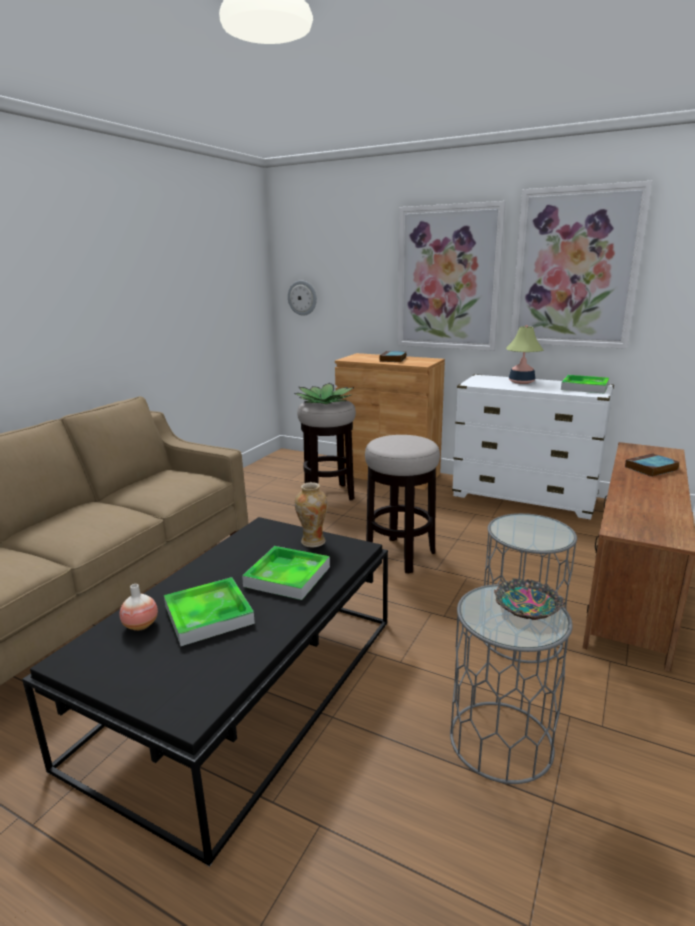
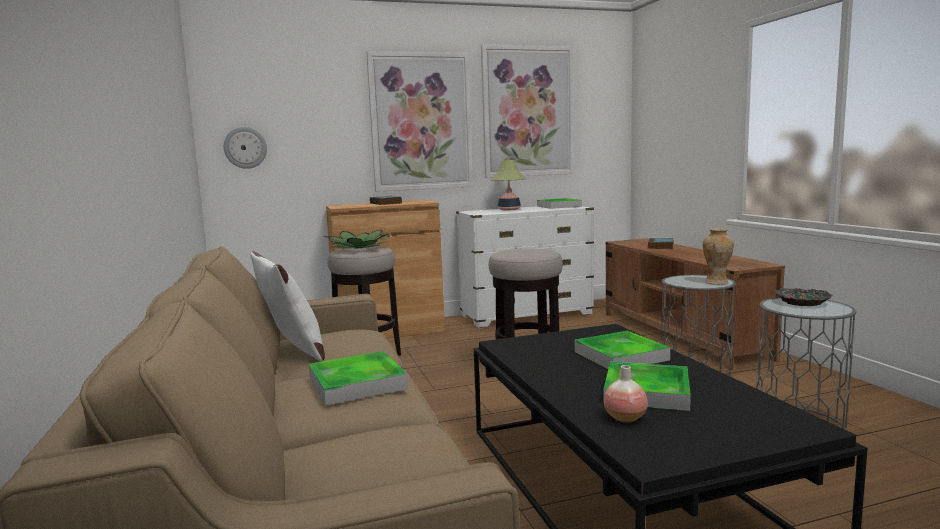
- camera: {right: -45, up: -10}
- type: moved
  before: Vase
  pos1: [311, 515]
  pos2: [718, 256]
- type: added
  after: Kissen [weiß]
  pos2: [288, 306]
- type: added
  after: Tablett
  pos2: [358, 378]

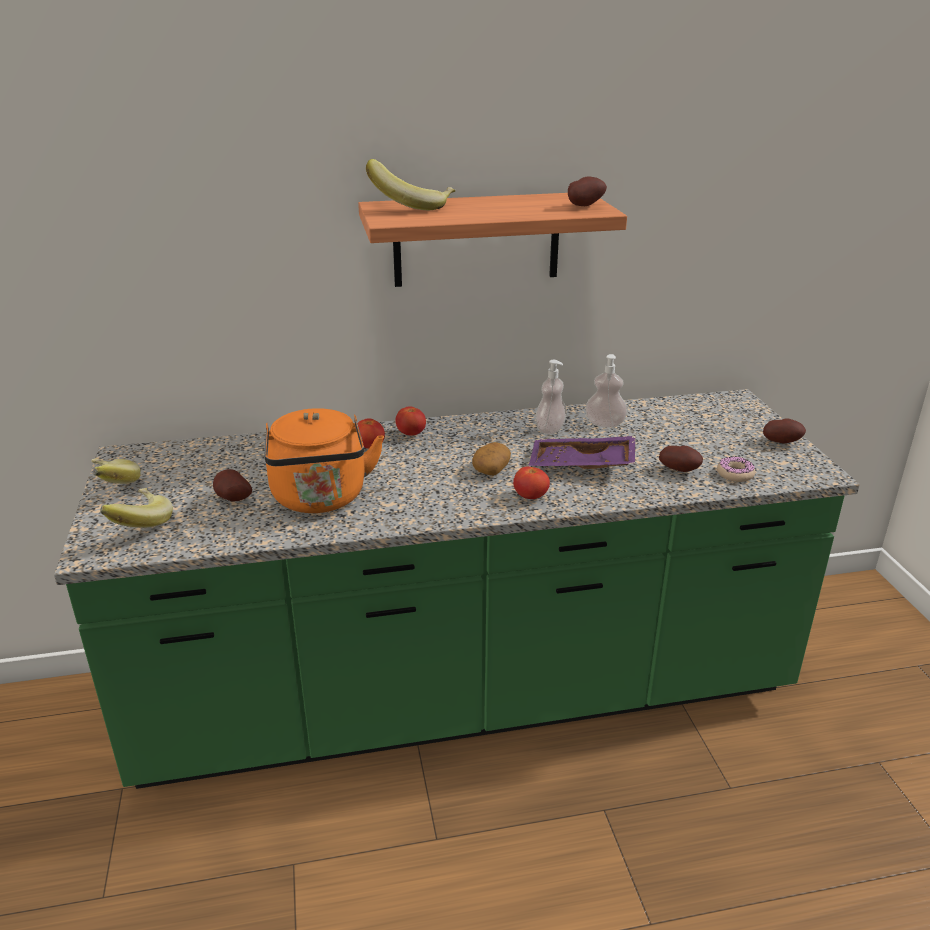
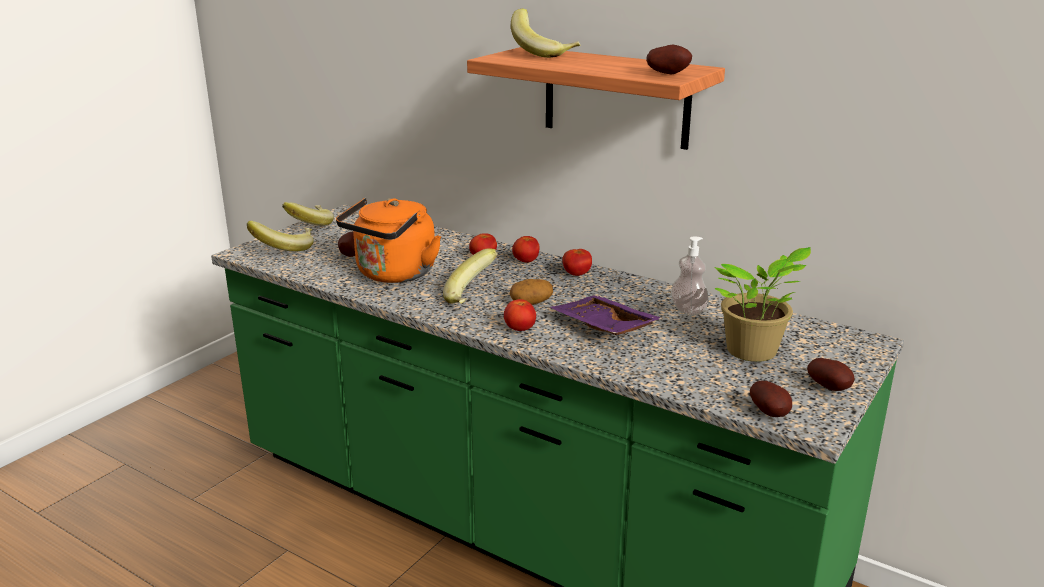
- camera: {right: 45, up: -5}
- type: removed
  before: Seifenspender
  pos1: [551, 397]
- type: moved
  before: Kartoffel
  pos1: [681, 459]
  pos2: [771, 399]
- type: removed
  before: Donut
  pos1: [736, 469]
- type: added
  after: Banane
  pos2: [470, 276]
- type: added
  after: Tomate
  pos2: [577, 262]
- type: added
  after: Topfpflanze
  pos2: [762, 304]

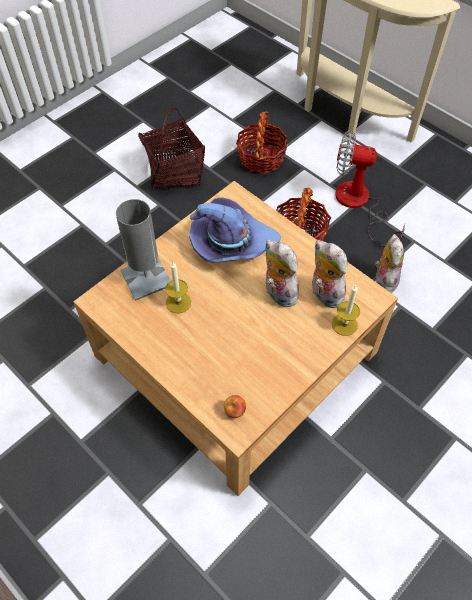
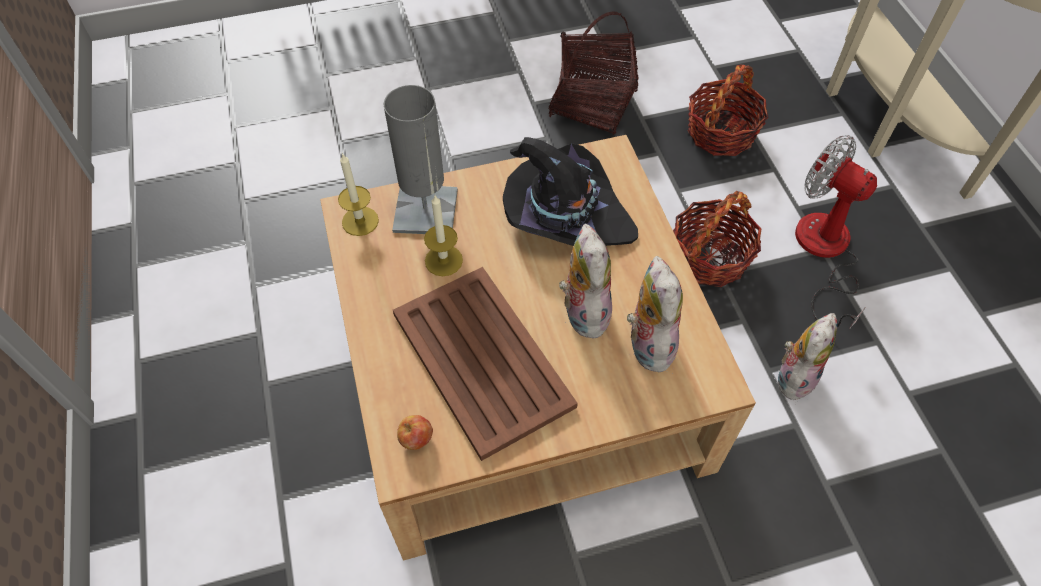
- camera: {right: 30, up: 0}
- type: recoloured
  before: Hut [lila]
  after: Hut [schwarz]
  pos1: [235, 230]
  pos2: [570, 191]
- type: moved
  before: Kerze
  pos1: [346, 310]
  pos2: [358, 194]
- type: added
  after: Tablett [braun]
  pos2: [485, 364]

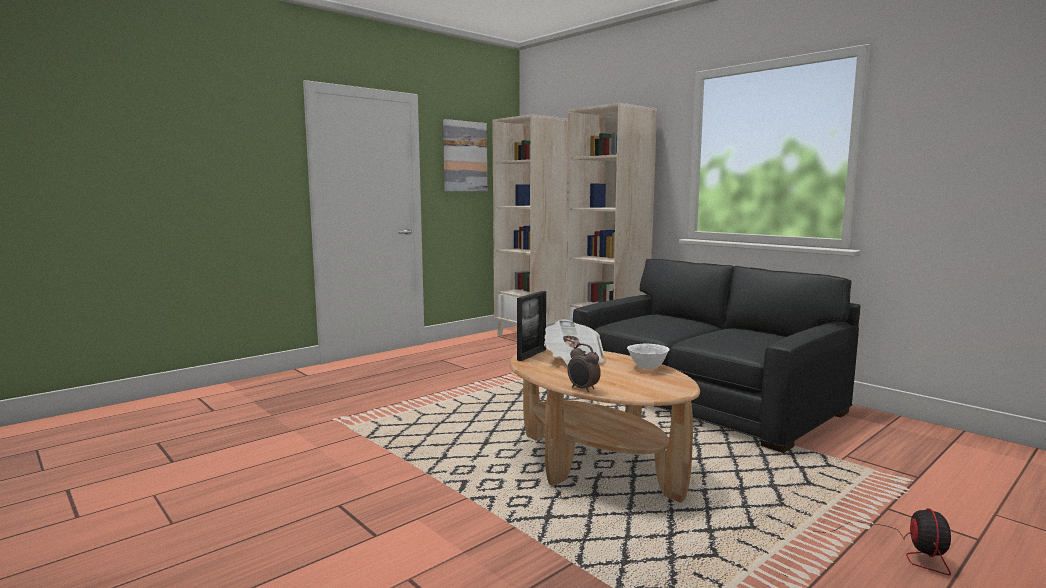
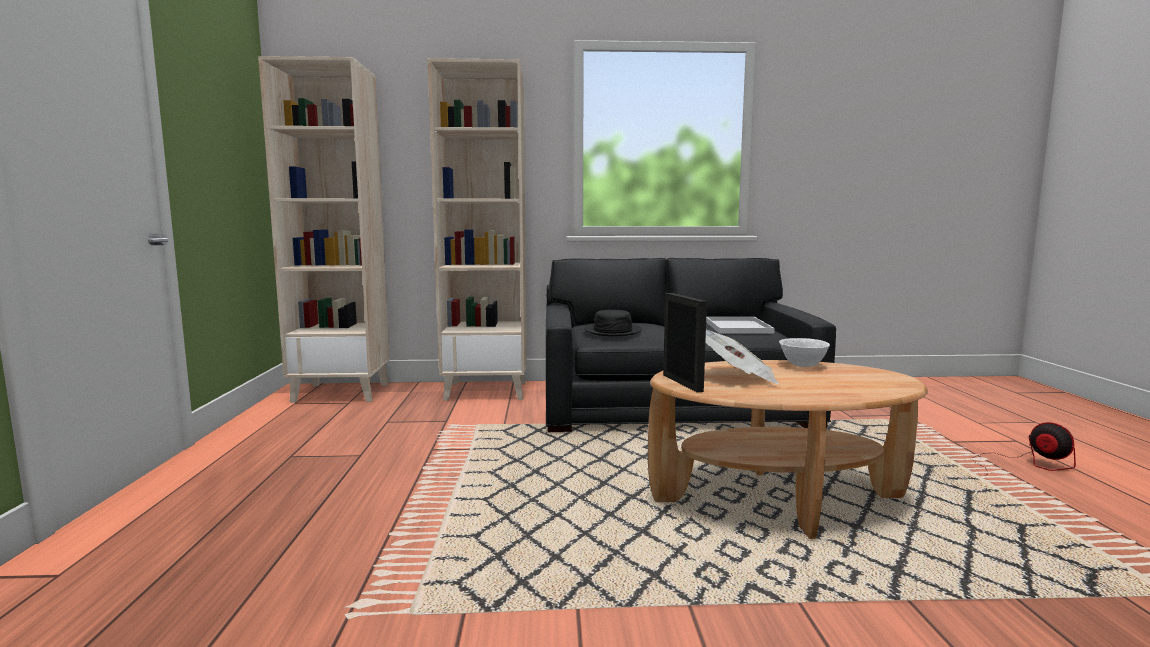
- camera: {right: -50, up: 0}
- type: removed
  before: Bild
  pos1: [465, 155]
- type: removed
  before: Wecker
  pos1: [584, 368]
- type: added
  after: Hut [schwarz]
  pos2: [613, 323]
- type: added
  after: Tablett [weiß]
  pos2: [740, 325]

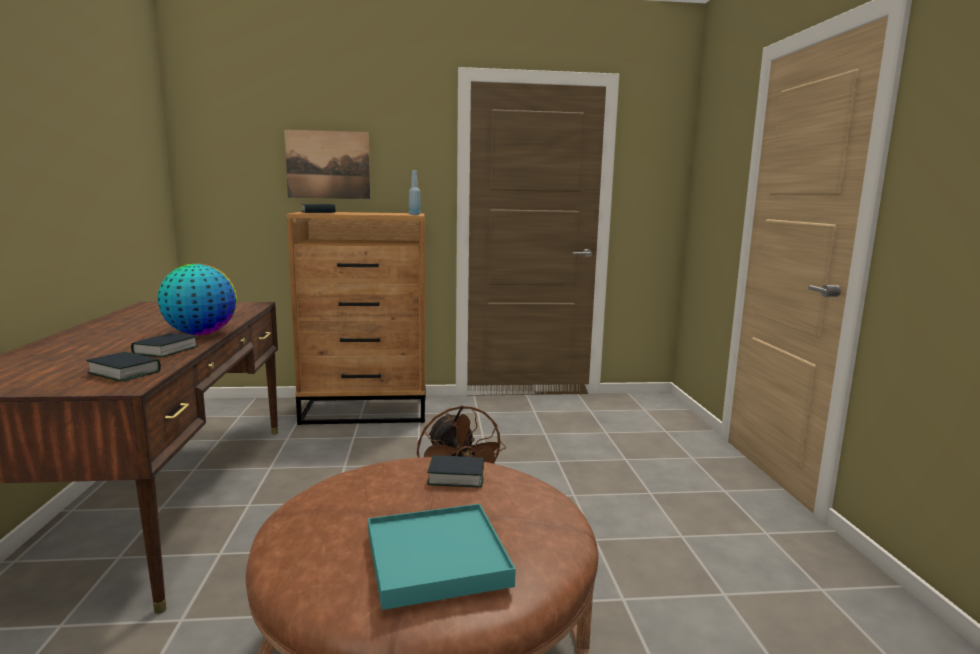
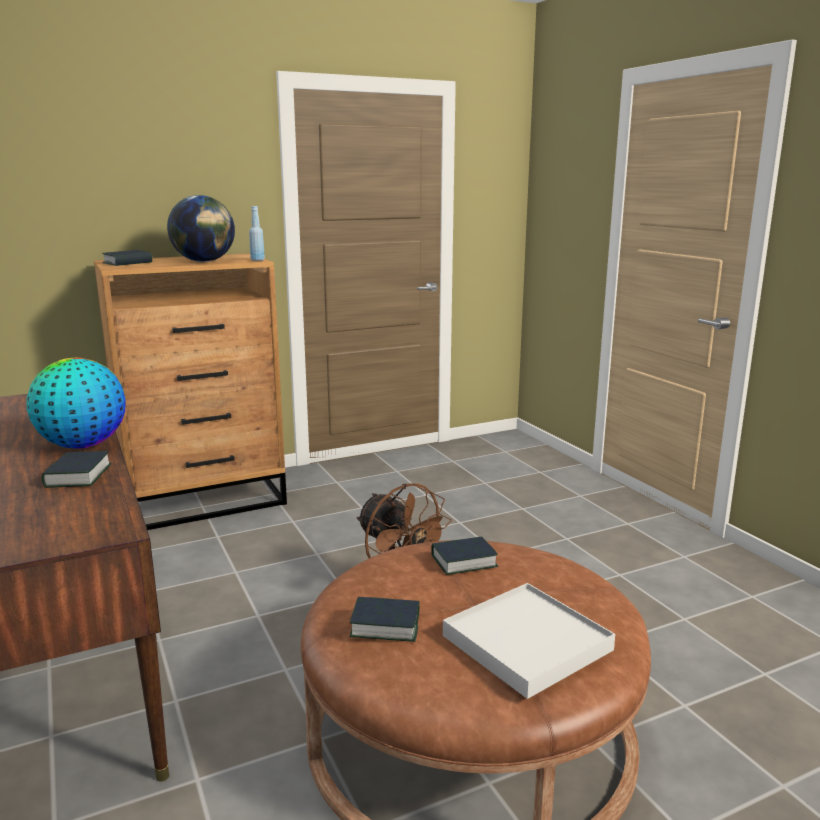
- camera: {right: -20, up: 5}
- type: moved
  before: Buch
  pos1: [123, 367]
  pos2: [384, 619]
- type: removed
  before: Bild
  pos1: [327, 164]
- type: recoloured
  before: Tablett [türkis]
  after: Tablett [weiß]
  pos1: [442, 557]
  pos2: [529, 641]
- type: added
  after: Globus
  pos2: [201, 228]

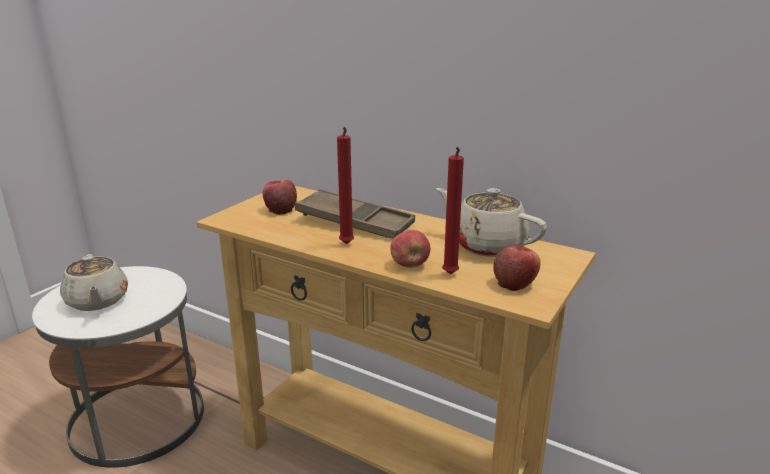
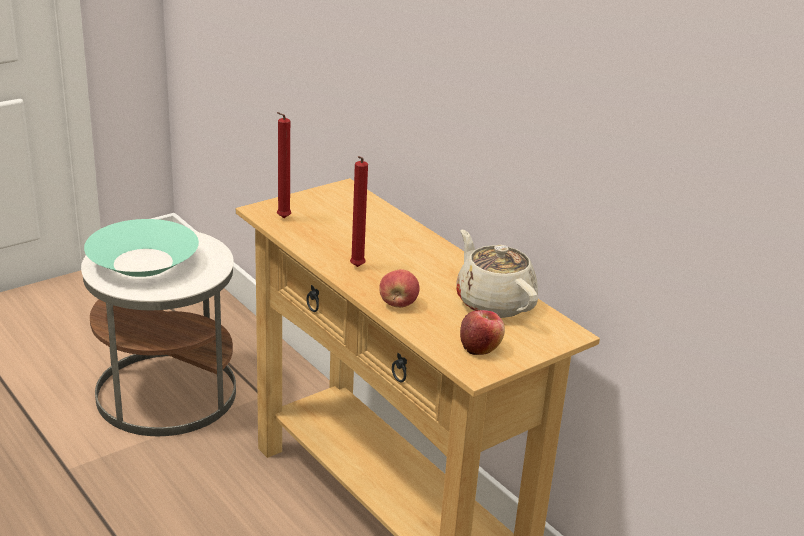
- camera: {right: 20, up: 5}
- type: replaced
  before: Teekanne [beige]
  after: Schüssel [türkis]
  pos1: [94, 282]
  pos2: [141, 248]
- type: removed
  before: Apfel
  pos1: [280, 197]
- type: removed
  before: Tablett [braun]
  pos1: [355, 214]
- type: moved
  before: Kerze [rot]
  pos1: [453, 210]
  pos2: [284, 165]

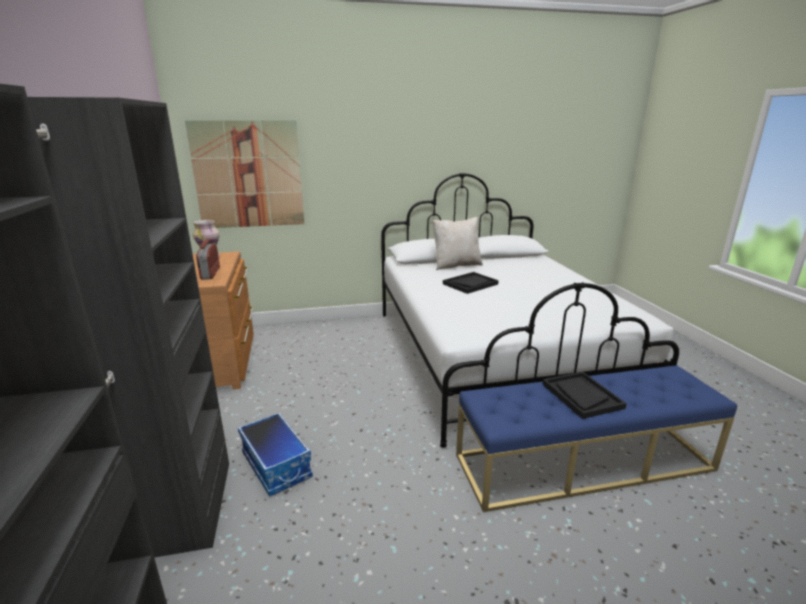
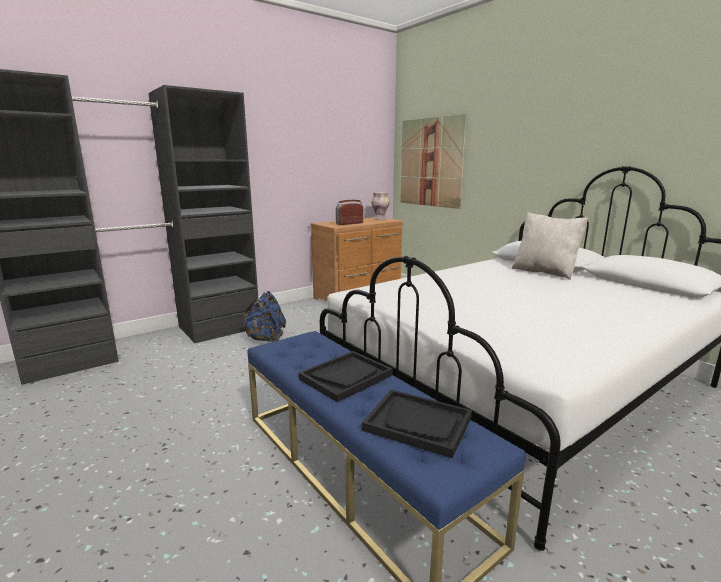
- camera: {right: 65, up: -5}
- type: replaced
  before: Aufbewahrungsbox
  after: Rucksack [blau]
  pos1: [275, 454]
  pos2: [264, 316]
- type: moved
  before: Tablett [schwarz]
  pos1: [471, 283]
  pos2: [417, 424]

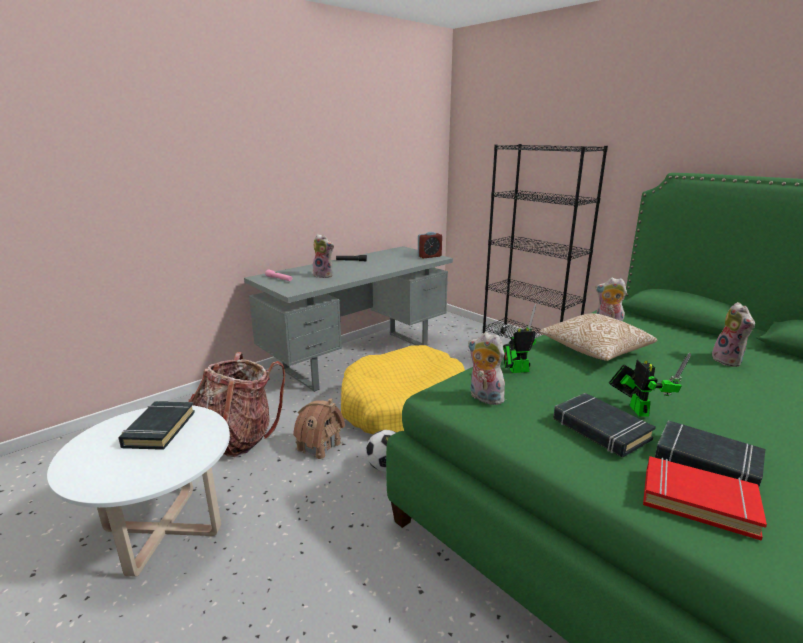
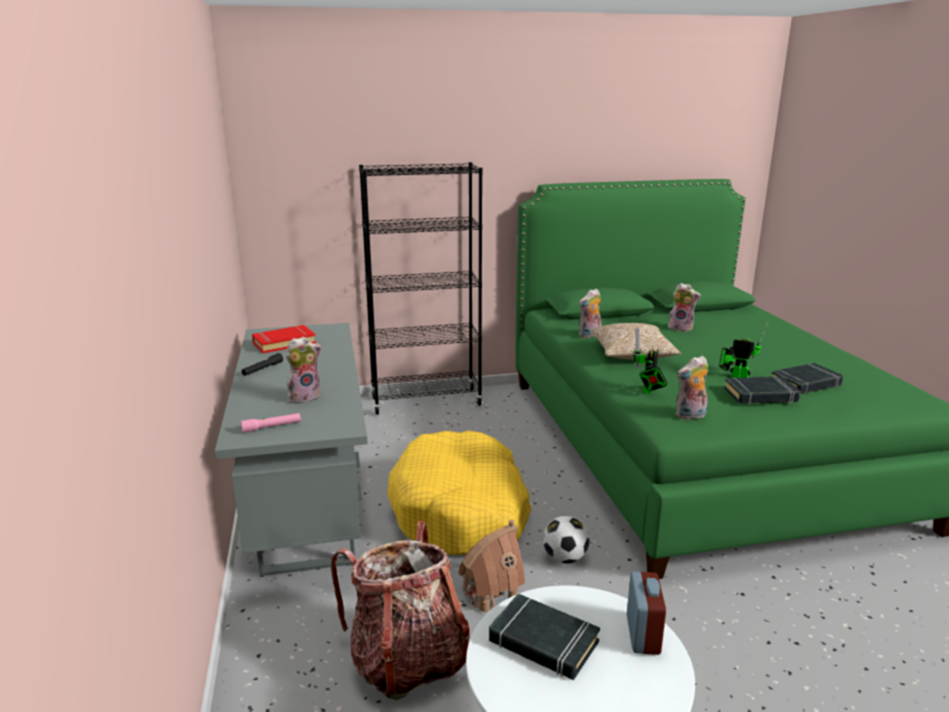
- camera: {right: -60, up: 0}
- type: moved
  before: Wecker
  pos1: [430, 245]
  pos2: [646, 613]
- type: moved
  before: Buch [rot]
  pos1: [705, 498]
  pos2: [284, 339]

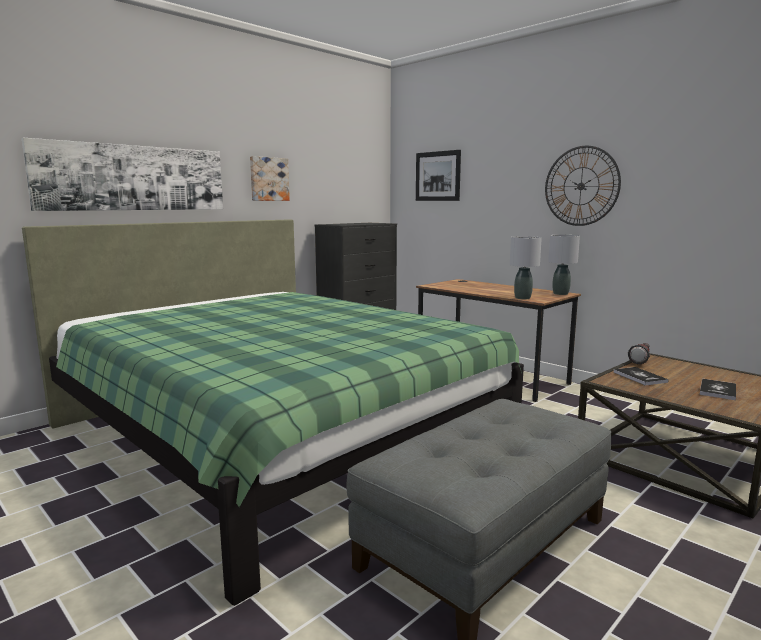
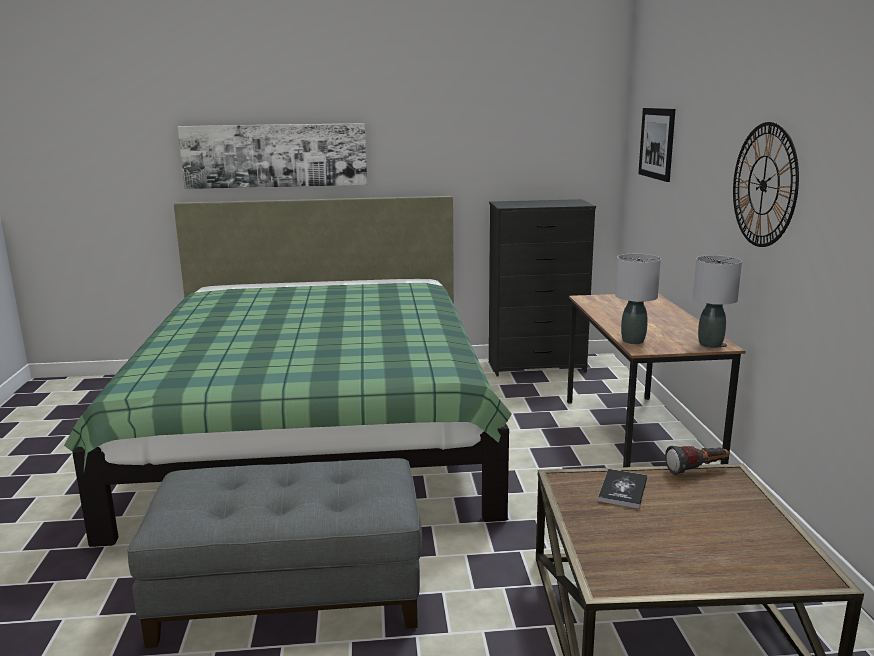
- camera: {right: 40, up: 5}
- type: removed
  before: Bild
  pos1: [270, 178]
- type: removed
  before: Buch
  pos1: [717, 389]

